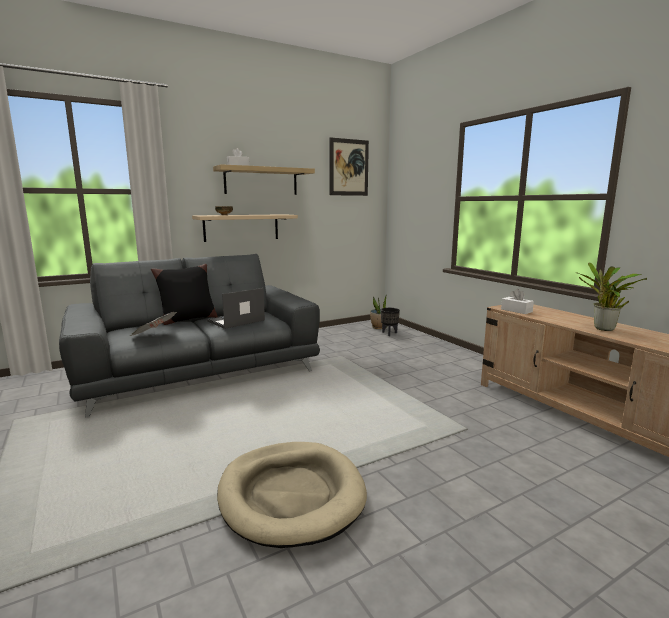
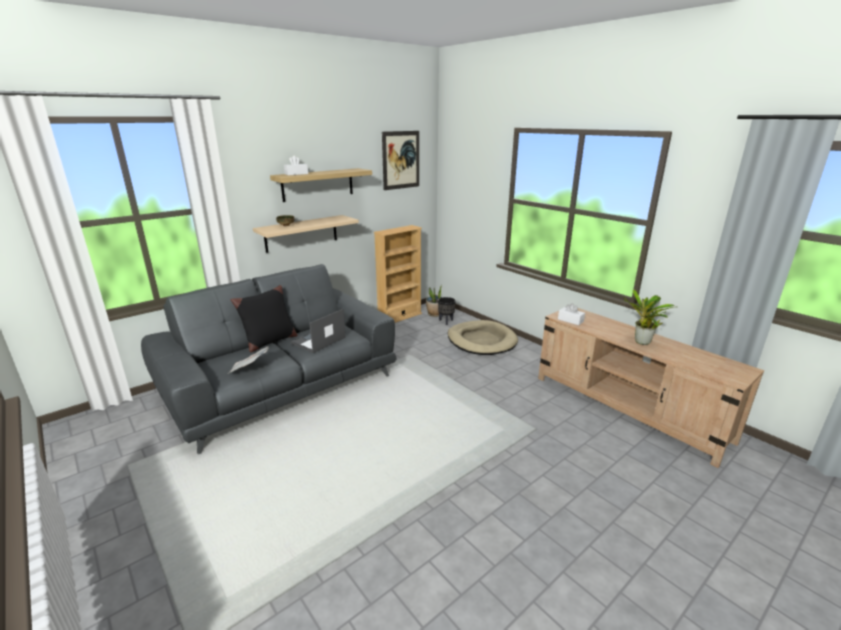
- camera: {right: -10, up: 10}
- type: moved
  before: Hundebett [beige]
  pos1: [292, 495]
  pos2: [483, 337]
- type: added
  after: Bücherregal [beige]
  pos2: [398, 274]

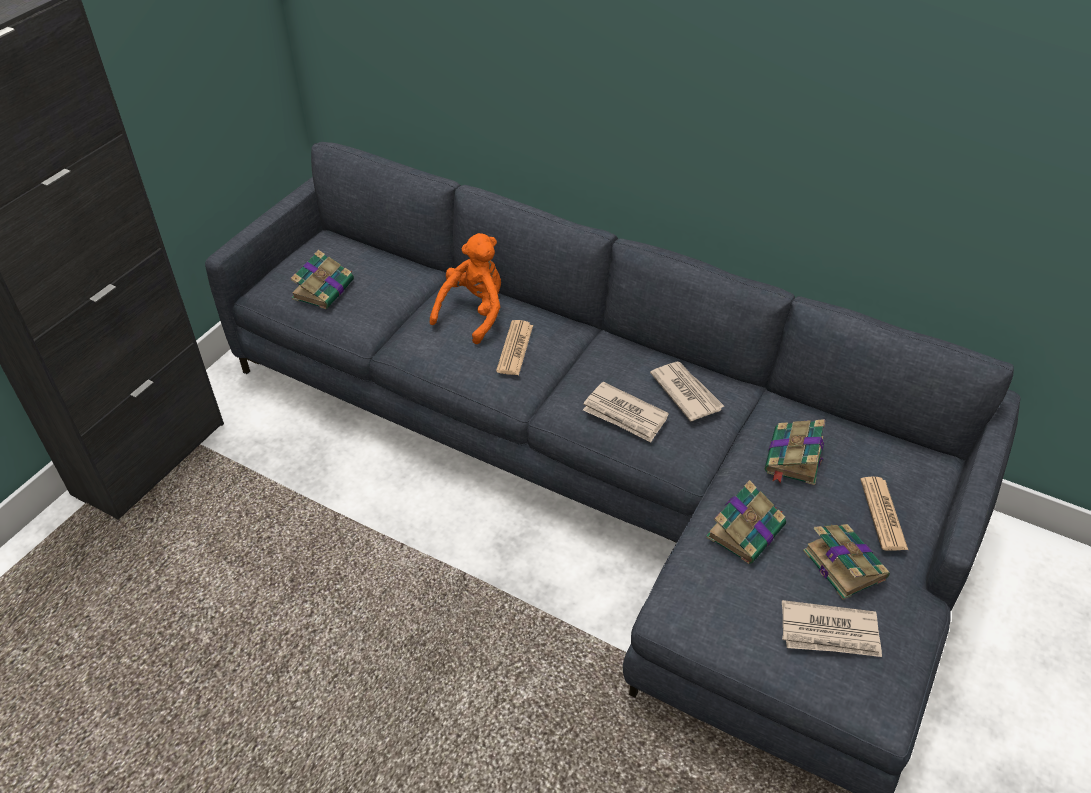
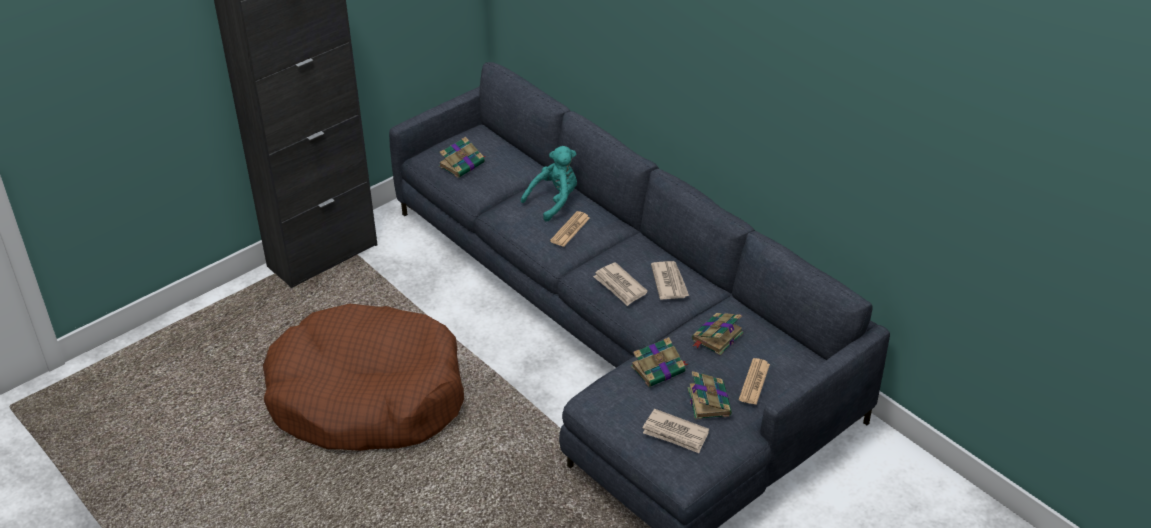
- camera: {right: 20, up: -5}
- type: recoloured
  before: Plüschtier [orange]
  after: Plüschtier [türkis]
  pos1: [465, 288]
  pos2: [549, 184]
- type: added
  after: Hundebett [braun]
  pos2: [363, 377]

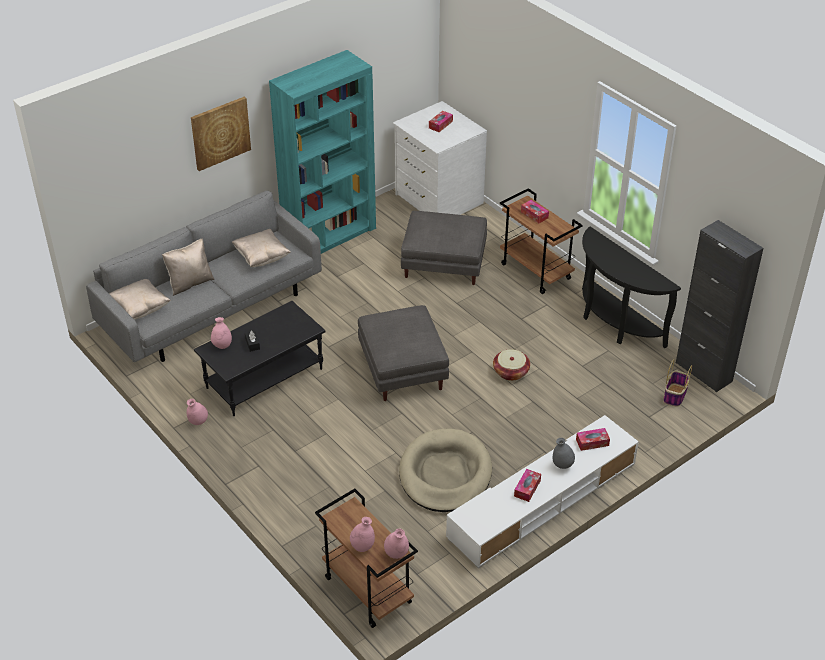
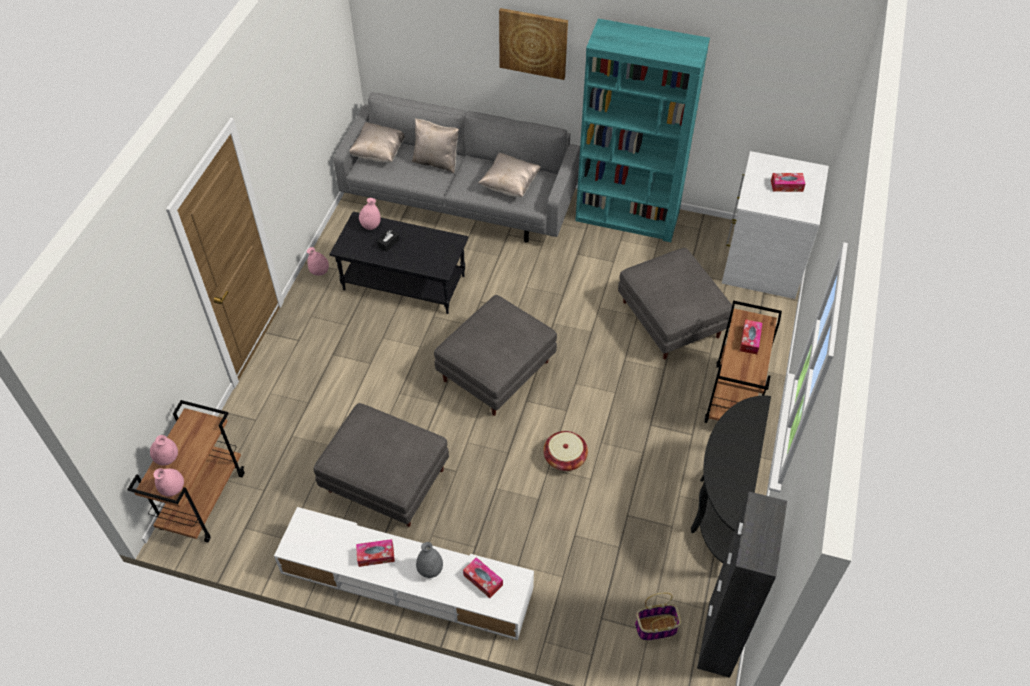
- camera: {right: 55, up: 10}
- type: replaced
  before: Hundebett [beige]
  after: Polsterhocker [grau]
  pos1: [445, 470]
  pos2: [381, 465]

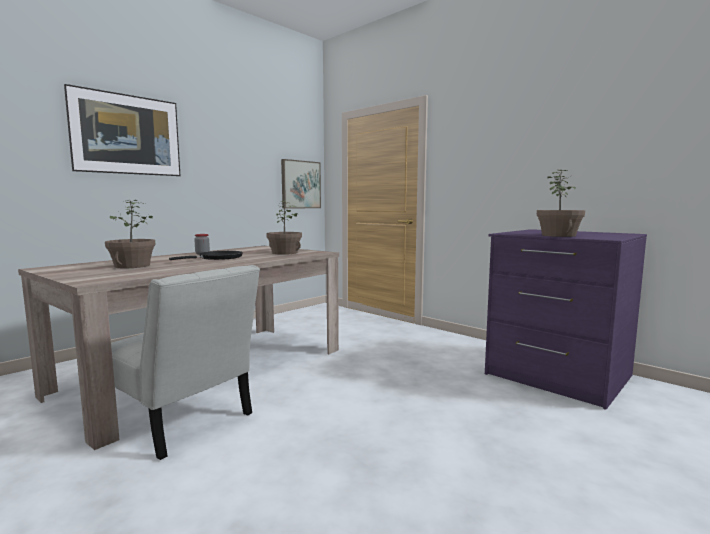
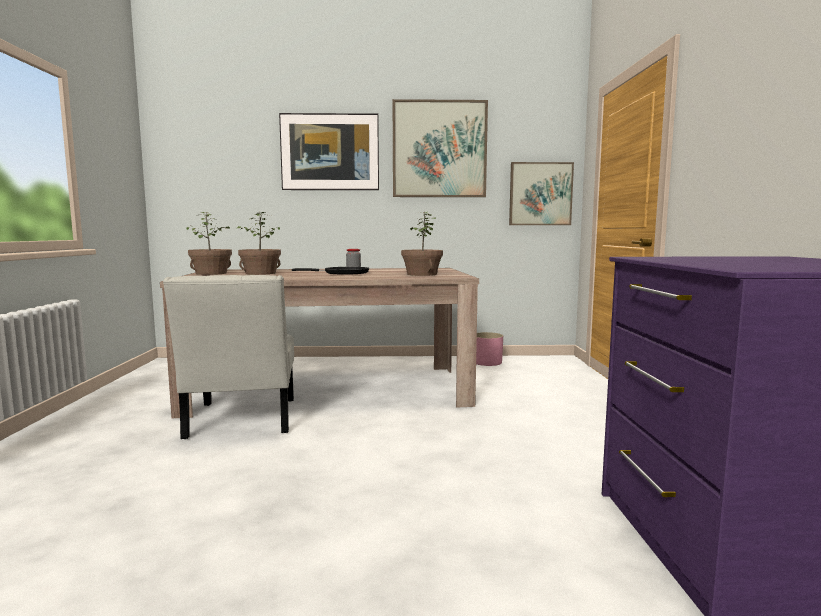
- camera: {right: 45, up: 0}
- type: moved
  before: Topfpflanze
  pos1: [561, 203]
  pos2: [209, 243]
- type: added
  after: Bild
  pos2: [440, 148]
- type: added
  after: Pflanzkübel [rosa]
  pos2: [489, 349]

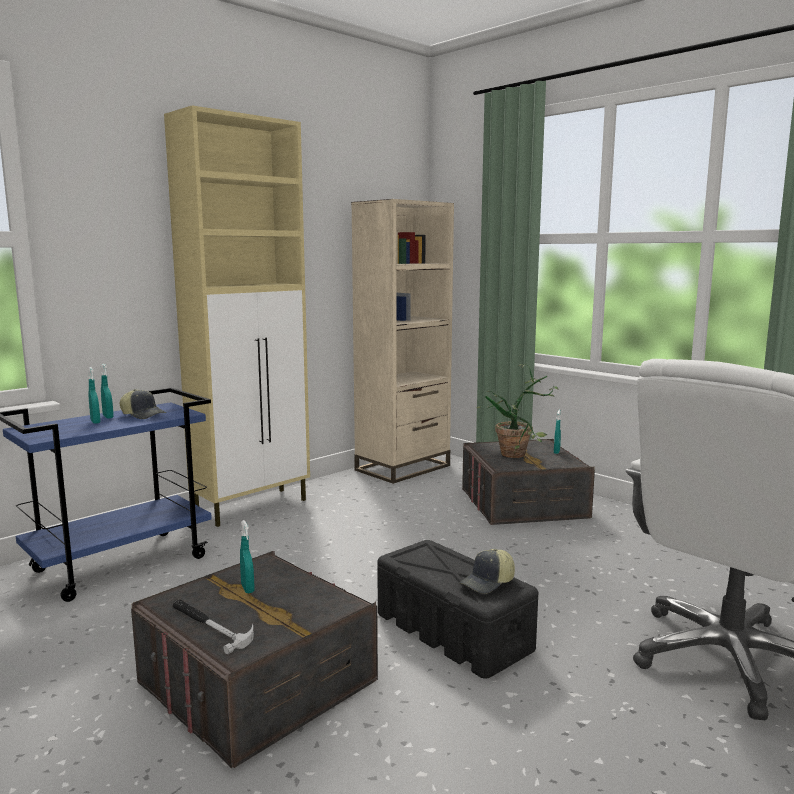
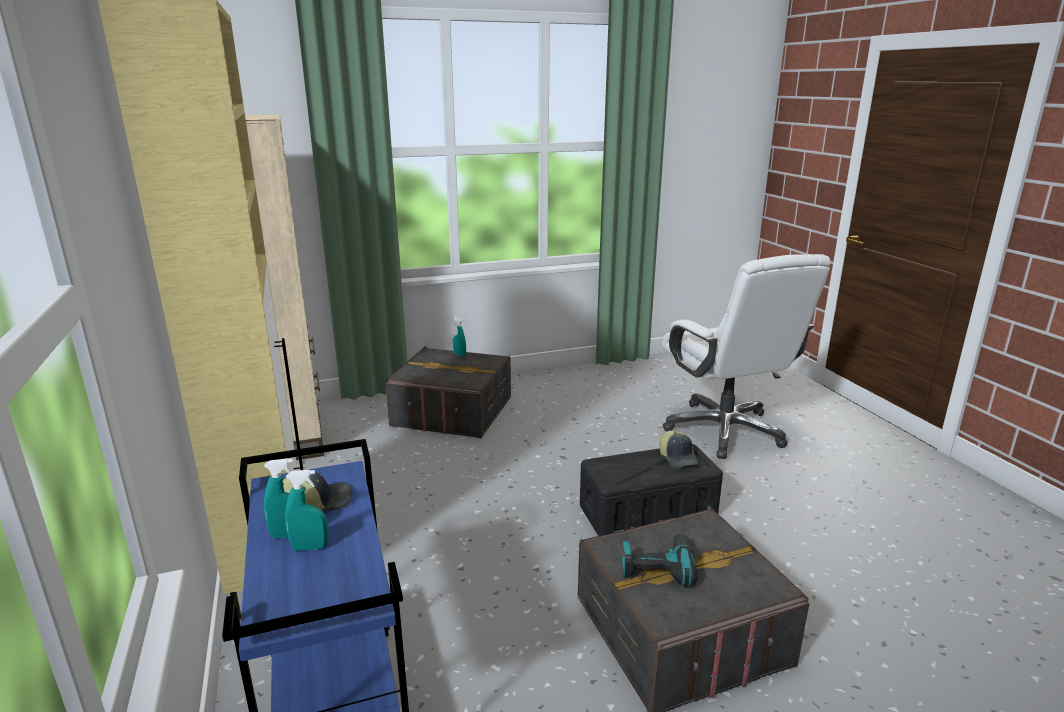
- camera: {right: -65, up: 10}
- type: removed
  before: Hammer
  pos1: [213, 627]
- type: replaced
  before: Sprühflasche [türkis]
  after: Bohrmaschine
  pos1: [247, 556]
  pos2: [660, 559]
- type: removed
  before: Topfpflanze
  pos1: [518, 411]

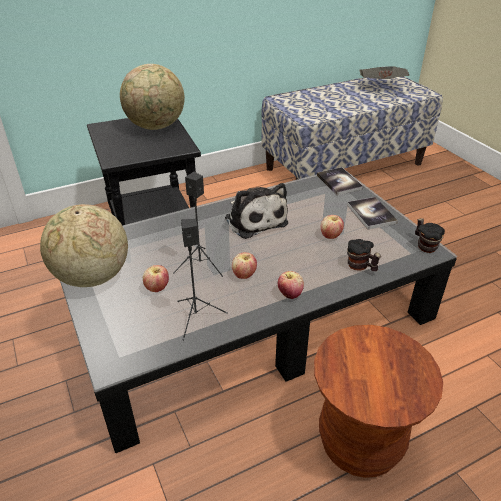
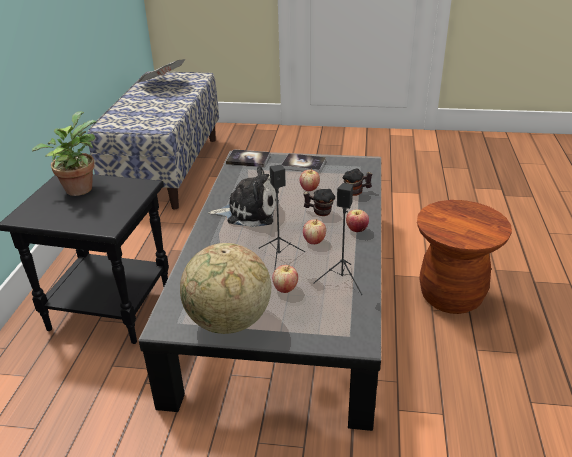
- camera: {right: -55, up: -5}
- type: replaced
  before: Globus
  after: Topfpflanze
  pos1: [152, 97]
  pos2: [64, 153]
- type: moved
  before: Henkelbecher
  pos1: [430, 235]
  pos2: [319, 202]

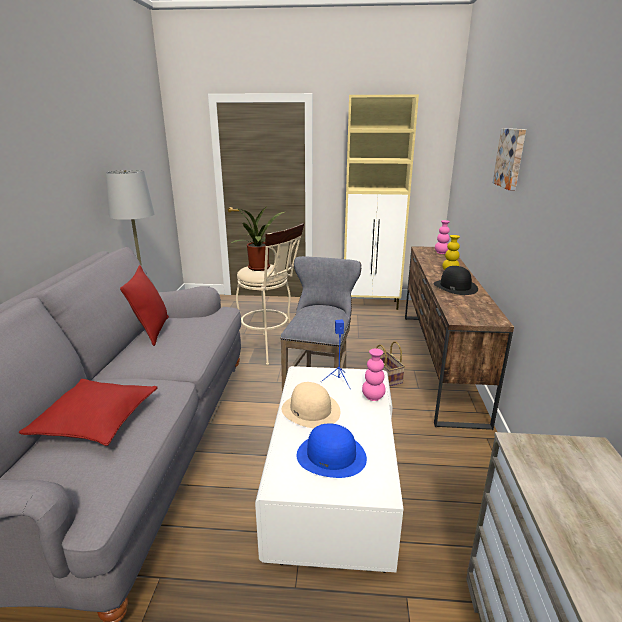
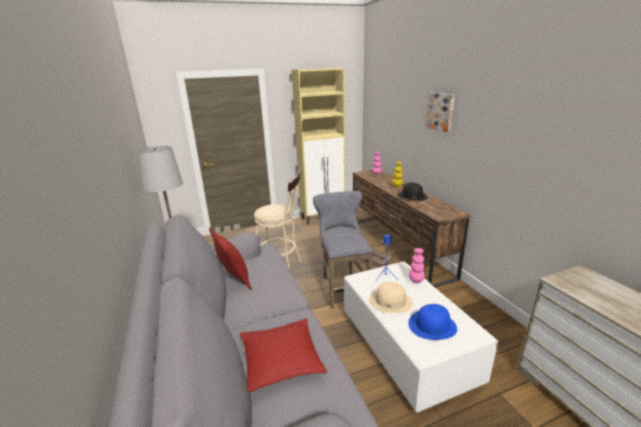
- camera: {right: -25, up: 0}
- type: removed
  before: Topfpflanze
  pos1: [258, 238]

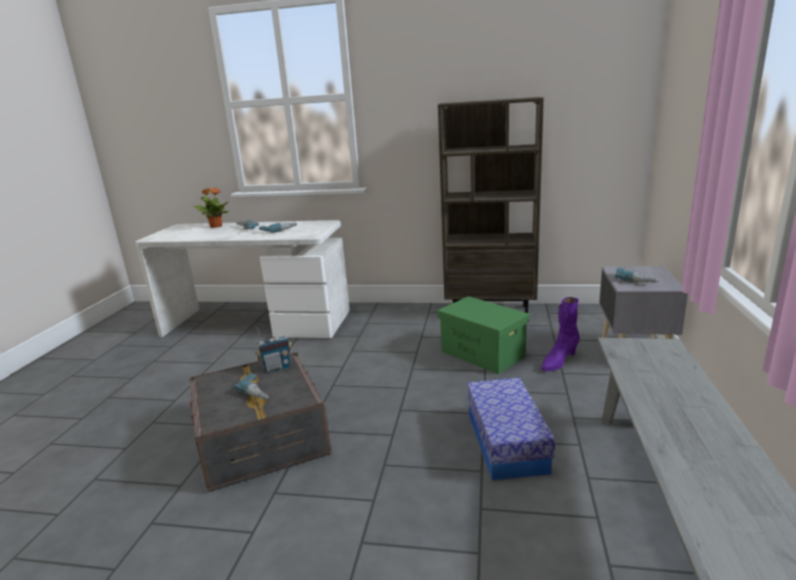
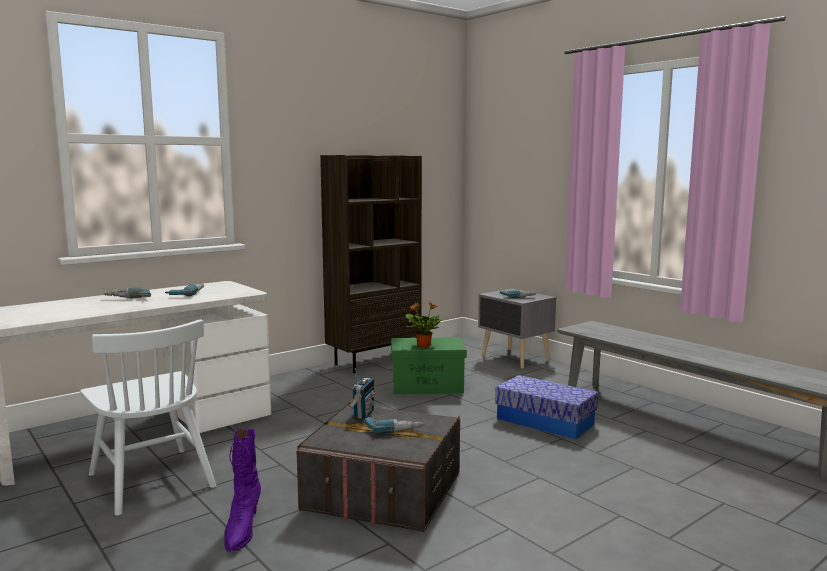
- camera: {right: -50, up: -10}
- type: moved
  before: Topfpflanze
  pos1: [211, 208]
  pos2: [424, 324]
- type: moved
  before: Stiefel [lila]
  pos1: [560, 334]
  pos2: [242, 490]
- type: added
  after: Stuhl [weiß]
  pos2: [148, 417]

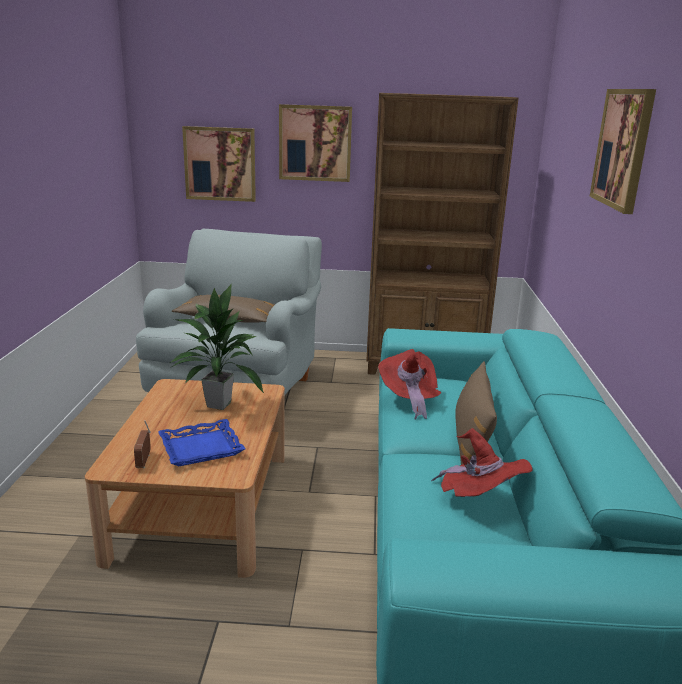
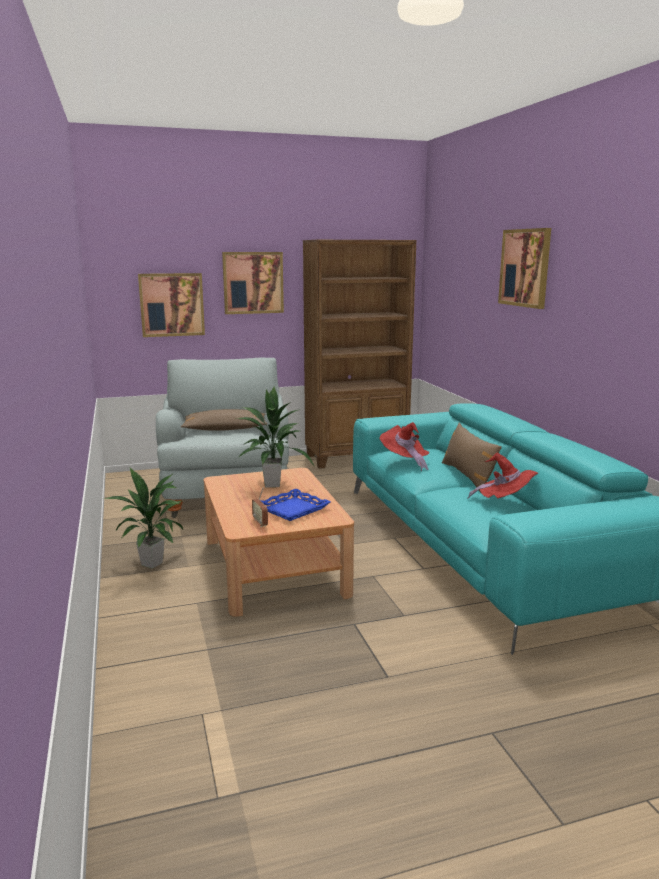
- camera: {right: -20, up: -5}
- type: added
  after: Topfpflanze
  pos2: [143, 518]

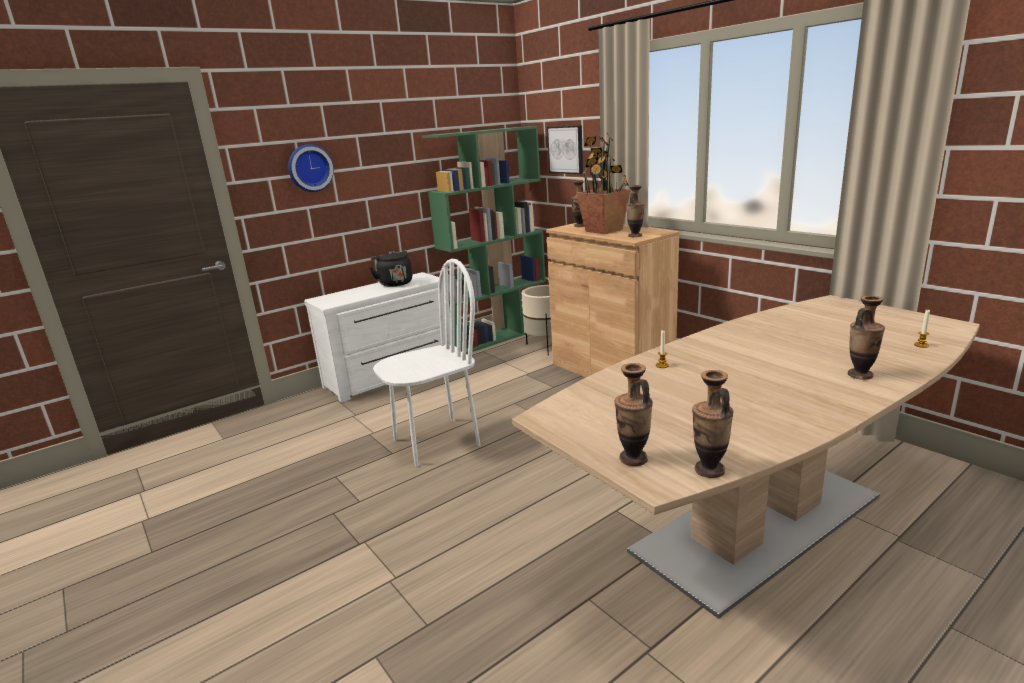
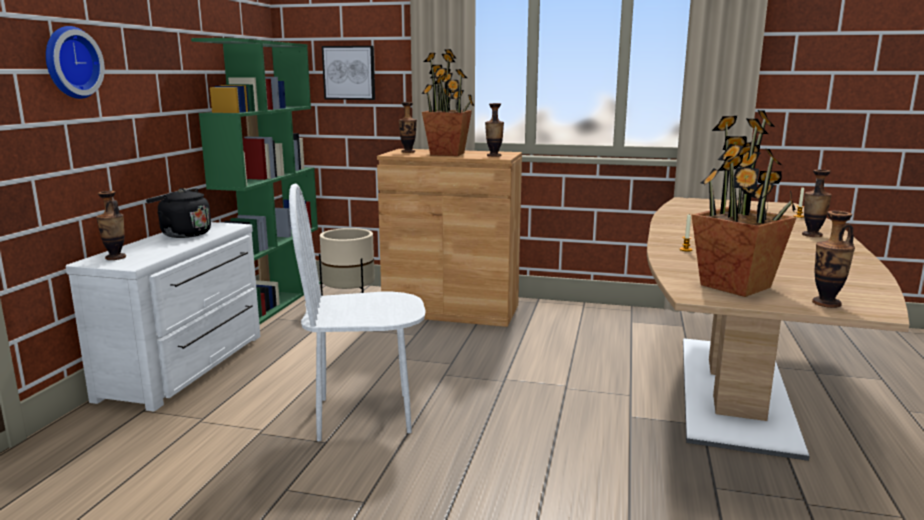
- camera: {right: -40, up: -5}
- type: turned
  before: Stuhl [weiß]
  pos1: [426, 362]
  pos2: [357, 312]
  turn: -120
- type: moved
  before: Vase
  pos1: [713, 424]
  pos2: [111, 225]
- type: added
  after: Topfpflanze
  pos2: [744, 203]

